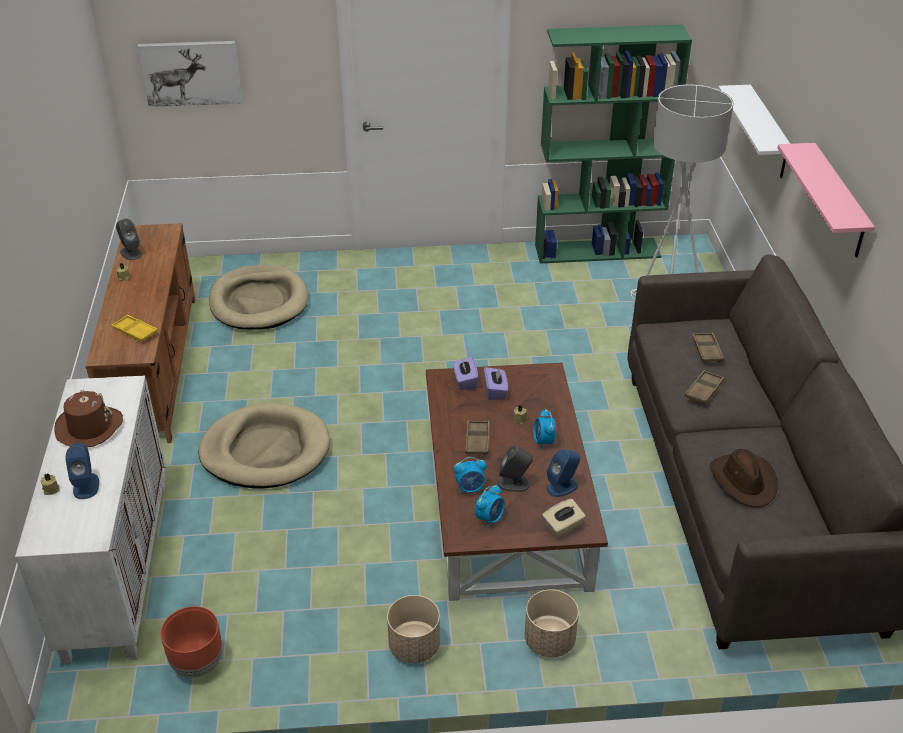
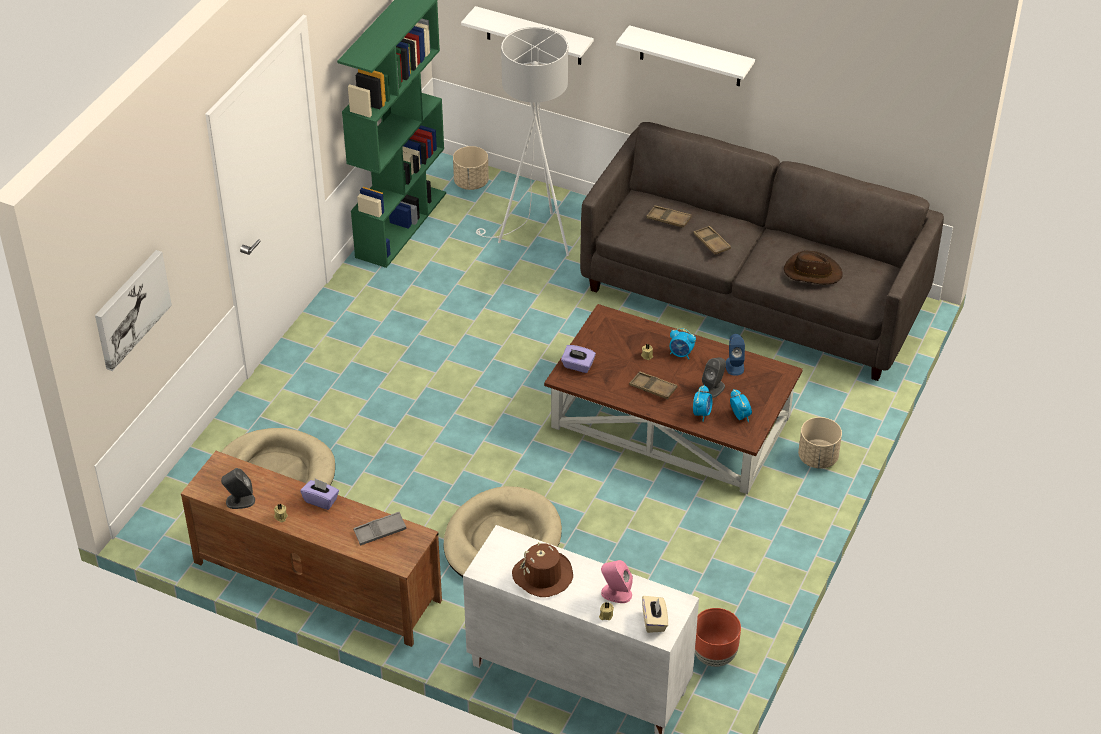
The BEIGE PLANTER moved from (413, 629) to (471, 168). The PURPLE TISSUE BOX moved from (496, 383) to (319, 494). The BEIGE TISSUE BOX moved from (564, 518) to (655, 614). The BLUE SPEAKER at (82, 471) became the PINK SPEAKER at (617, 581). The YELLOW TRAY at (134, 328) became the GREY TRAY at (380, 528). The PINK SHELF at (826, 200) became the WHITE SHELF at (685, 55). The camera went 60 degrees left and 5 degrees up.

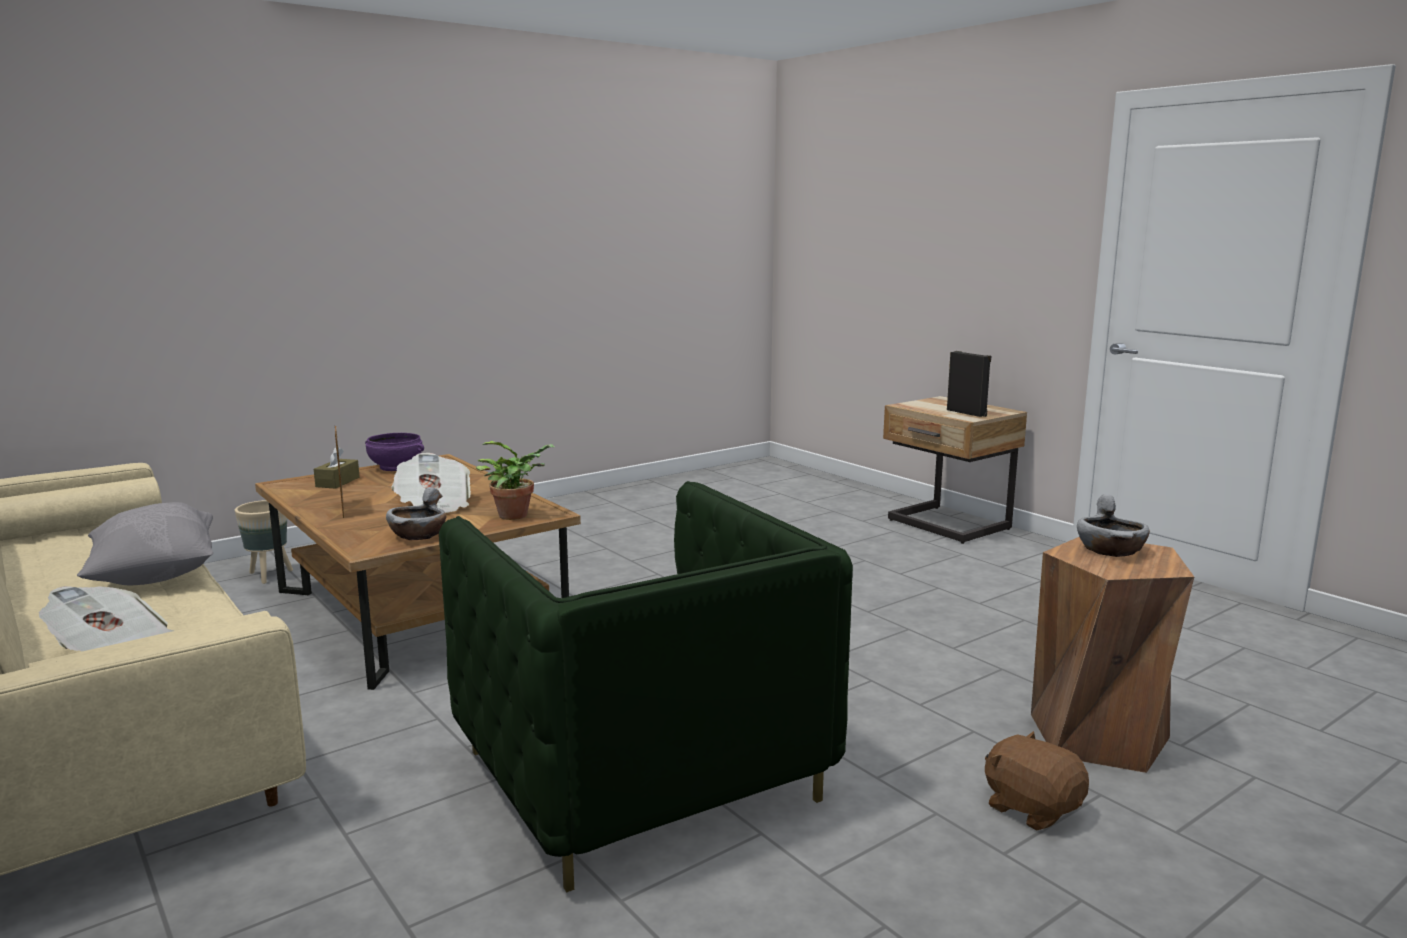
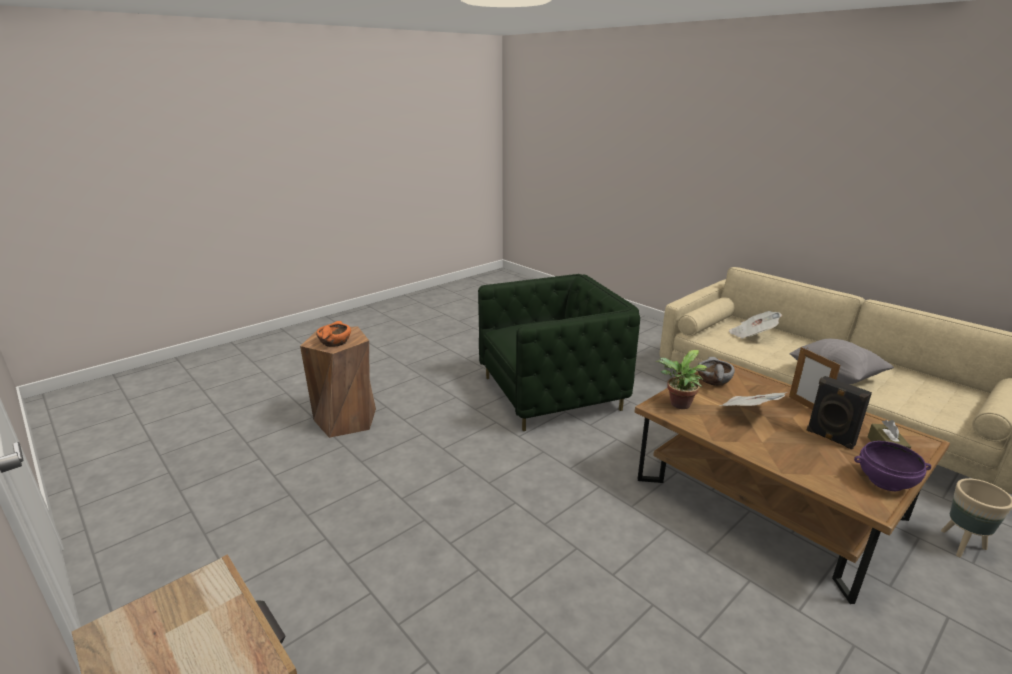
The BROWN PLUSH TOY at (1037, 781) disappeared. The BLACK SPEAKER moved from (969, 384) to (839, 413). The GREY BOWL at (1113, 525) became the ORANGE BOWL at (333, 334). The GREEN ARMCHAIR at (646, 687) turned 105 degrees clockwise. The camera went 175 degrees right and 10 degrees up.

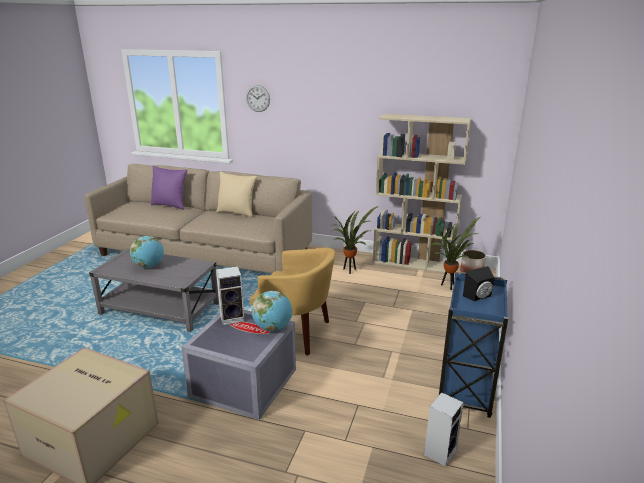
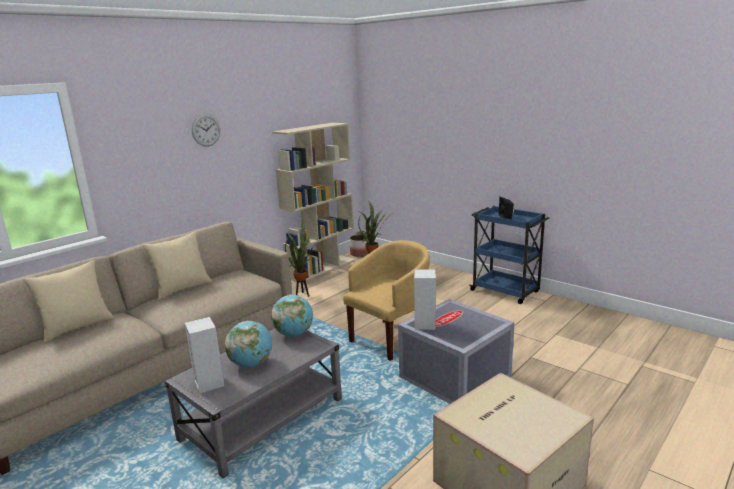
The WALL CLOCK moved from (258, 98) to (206, 130). The GLOBE moved from (272, 311) to (292, 316). The SPEAKER moved from (444, 429) to (205, 355). The PURPLE PILLOW at (169, 188) became the BEIGE PILLOW at (68, 301). The camera went 65 degrees left and 5 degrees down.

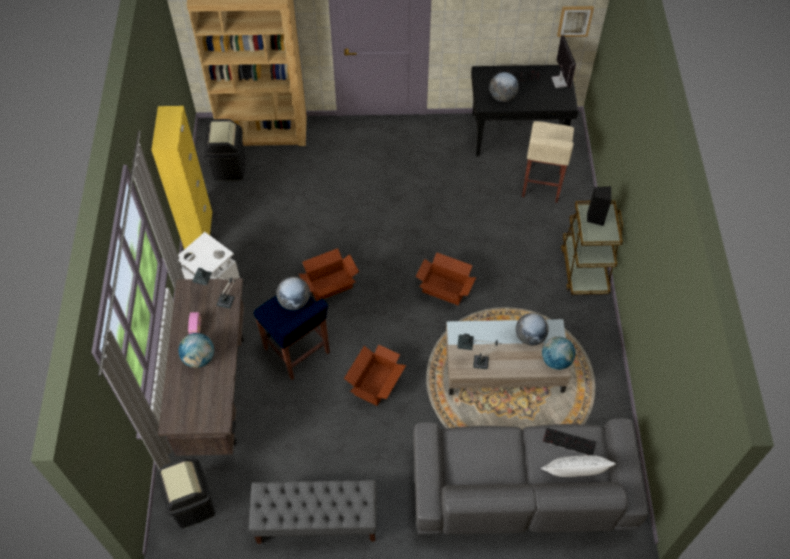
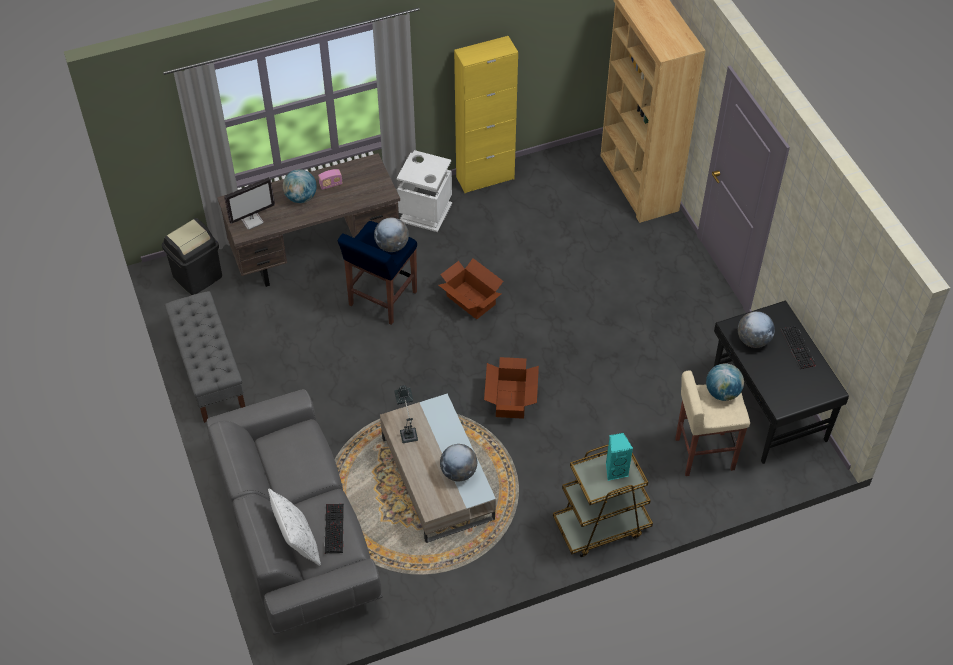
The TABLE LAMP at (213, 288) disappeared. The BLACK TRASH CAN at (224, 150) disappeared. The CARDBOARD BOX at (375, 375) disappeared. The PICTURE at (575, 21) disappeared. The GLOBE moved from (559, 353) to (725, 382). The MONITOR moved from (564, 61) to (249, 203). The BLACK SPEAKER at (599, 206) became the TURQUOISE SPEAKER at (619, 457). The camera went 70 degrees right and 5 degrees down.

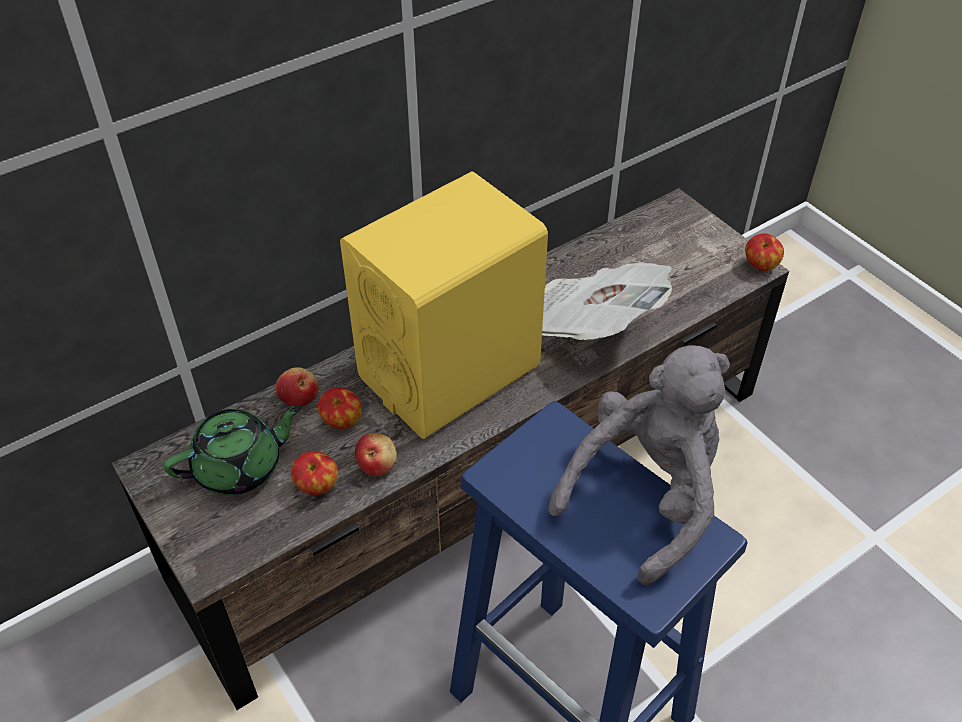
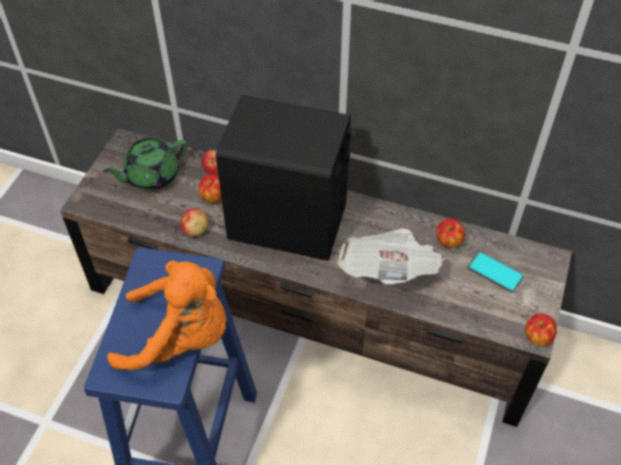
The PHONE at (495, 272) appeared. The APPLE moved from (314, 473) to (450, 233). The YELLOW SPEAKER at (444, 305) became the BLACK SPEAKER at (286, 178). The GREY PLUSH TOY at (639, 465) became the ORANGE PLUSH TOY at (166, 315). The GREEN TEAPOT at (232, 450) turned 120 degrees clockwise. The camera went 55 degrees right and 5 degrees up.

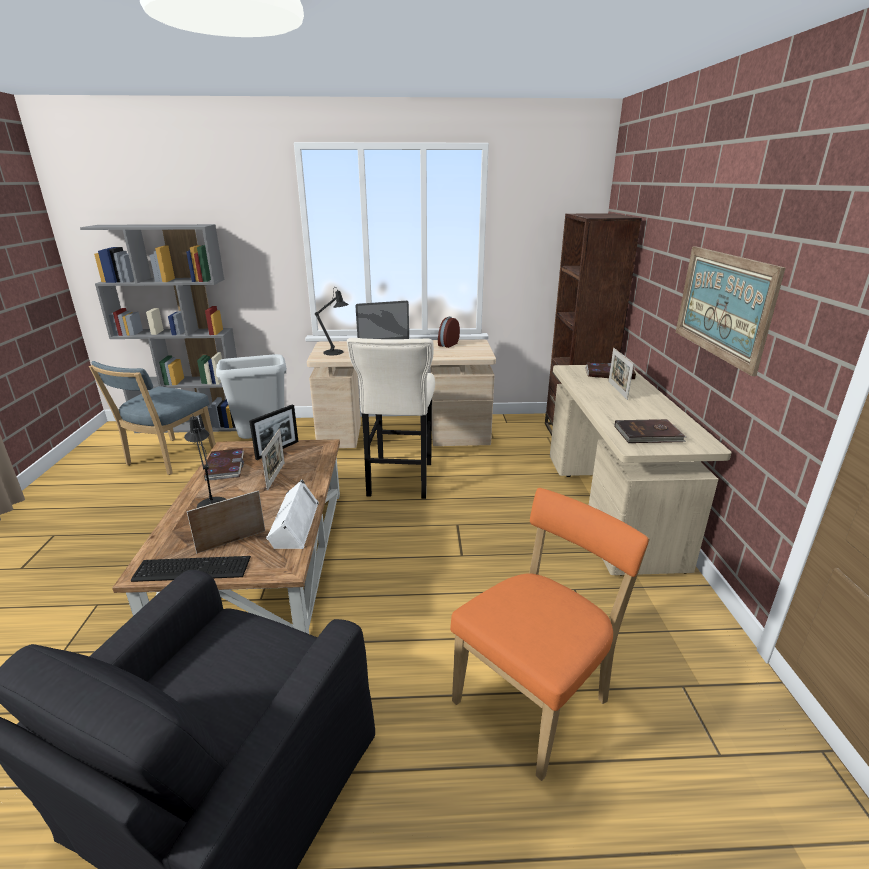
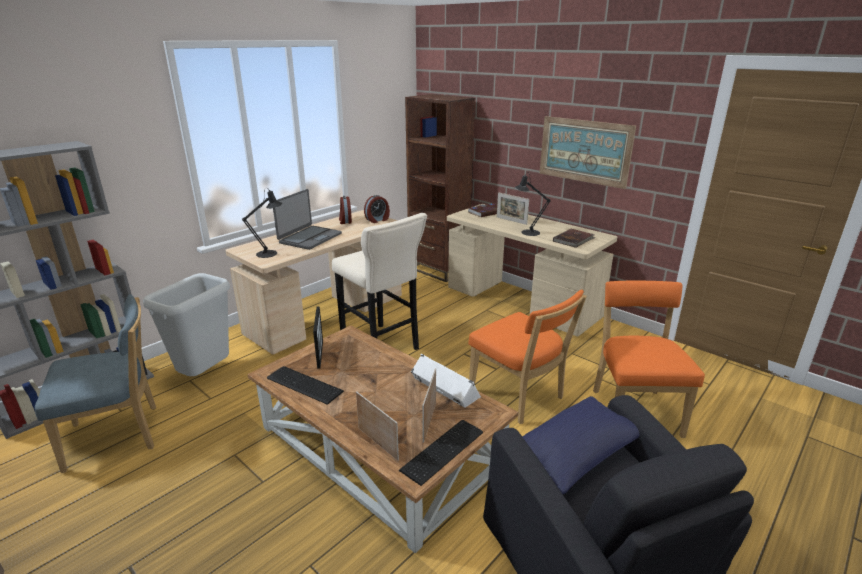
The ALARM CLOCK at (377, 209) appeared. The ORANGE CHAIR at (527, 357) appeared. The BLUE PILLOW at (581, 445) appeared. The BLACK TABLE LAMP moved from (205, 461) to (533, 204). The PICTURE FRAME moved from (273, 459) to (377, 426). The BOOK at (224, 464) was replaced by the KEYBOARD at (305, 385). The BLUE CHAIR at (152, 418) turned 90 degrees counterclockwise. The camera went 45 degrees left and 0 degrees up.

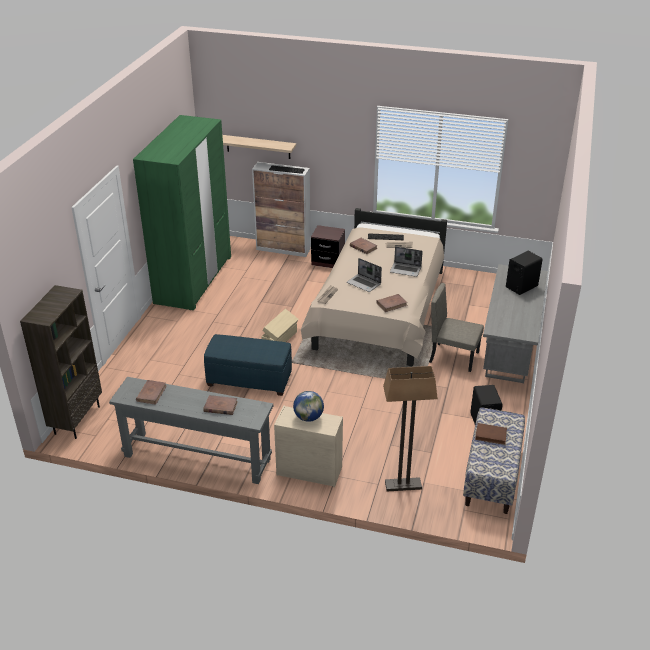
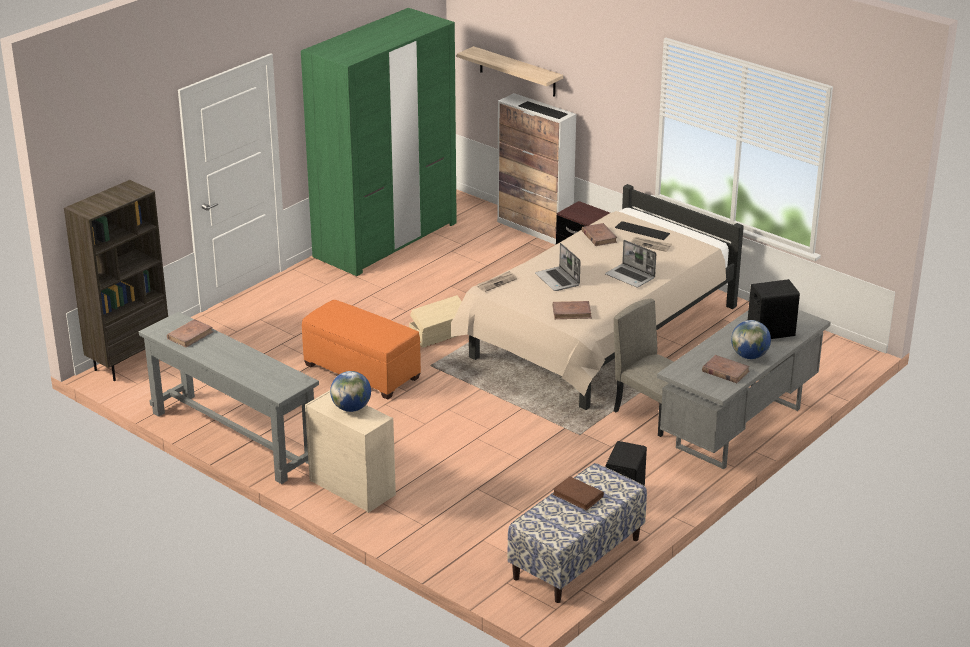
The FLOOR LAMP at (410, 428) disappeared. The GLOBE at (751, 339) appeared. The BROWN BOOK moved from (220, 405) to (726, 369). The BLUE OTTOMAN at (248, 365) became the ORANGE OTTOMAN at (361, 350). The camera went 25 degrees right and 5 degrees down.

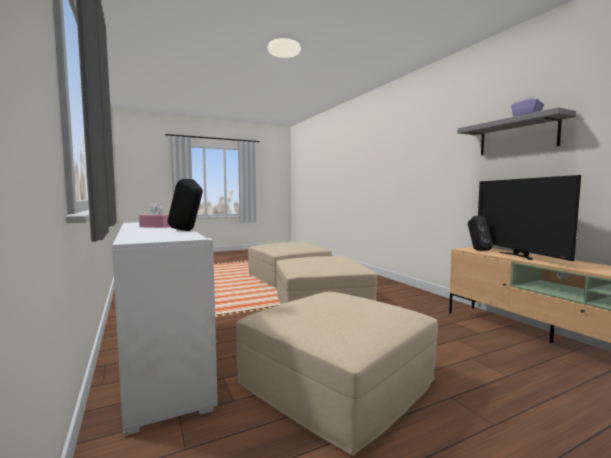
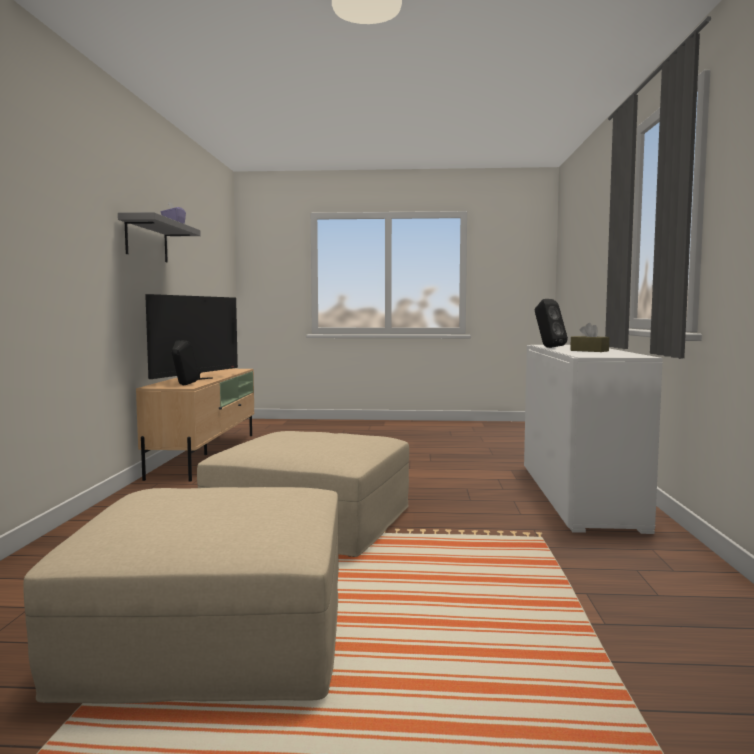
The BEIGE OTTOMAN at (337, 373) disappeared. The PINK TISSUE BOX at (154, 215) became the BROWN TISSUE BOX at (589, 337). The camera went 150 degrees left and 0 degrees up.

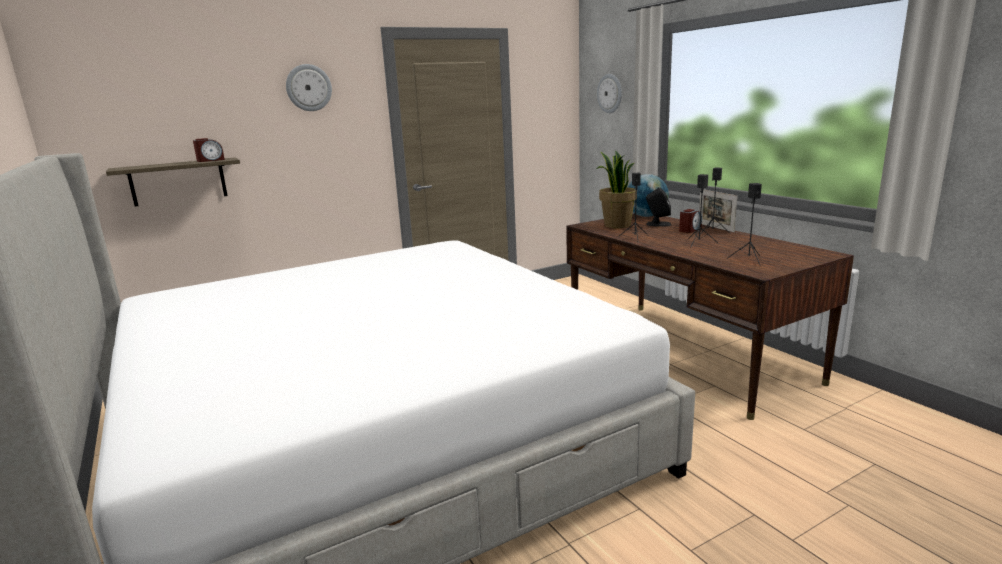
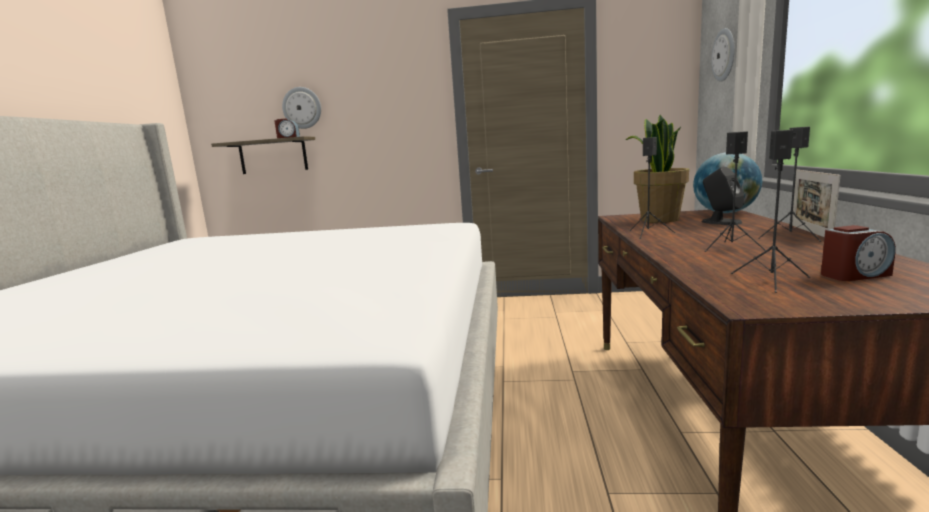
The WALL CLOCK moved from (309, 87) to (301, 108). The ALARM CLOCK moved from (690, 221) to (858, 253). The camera went 35 degrees right and 5 degrees down.

